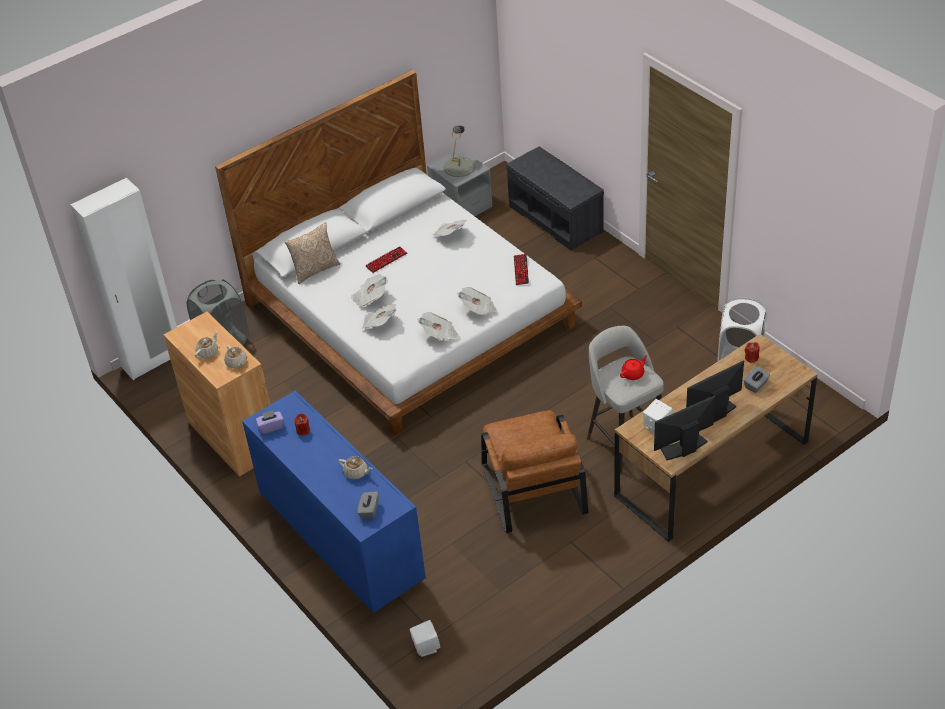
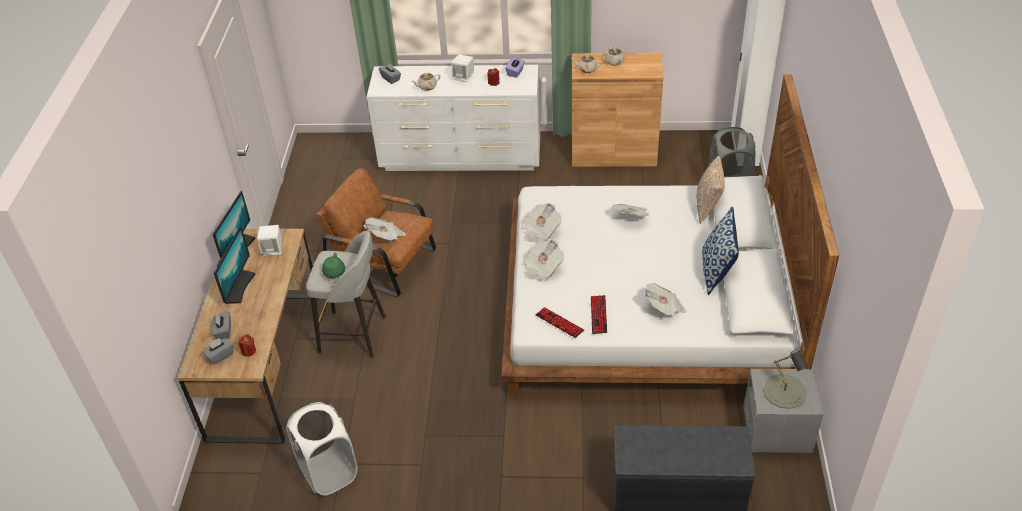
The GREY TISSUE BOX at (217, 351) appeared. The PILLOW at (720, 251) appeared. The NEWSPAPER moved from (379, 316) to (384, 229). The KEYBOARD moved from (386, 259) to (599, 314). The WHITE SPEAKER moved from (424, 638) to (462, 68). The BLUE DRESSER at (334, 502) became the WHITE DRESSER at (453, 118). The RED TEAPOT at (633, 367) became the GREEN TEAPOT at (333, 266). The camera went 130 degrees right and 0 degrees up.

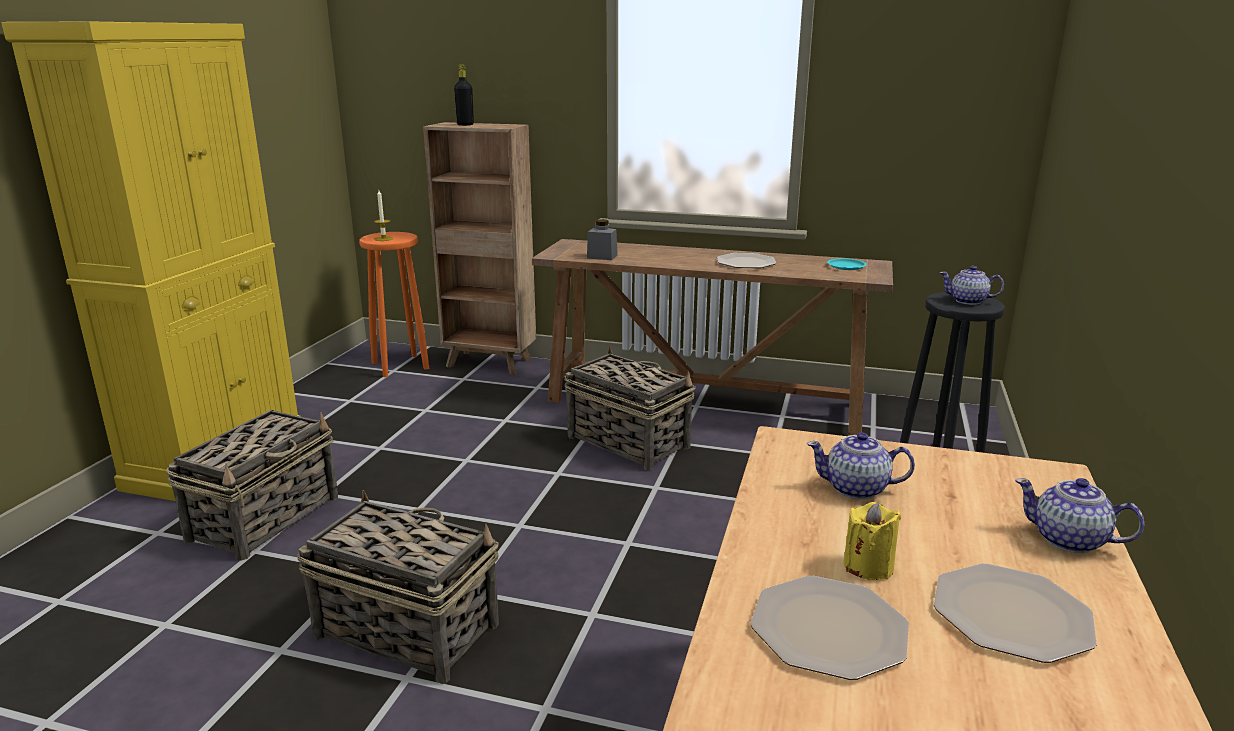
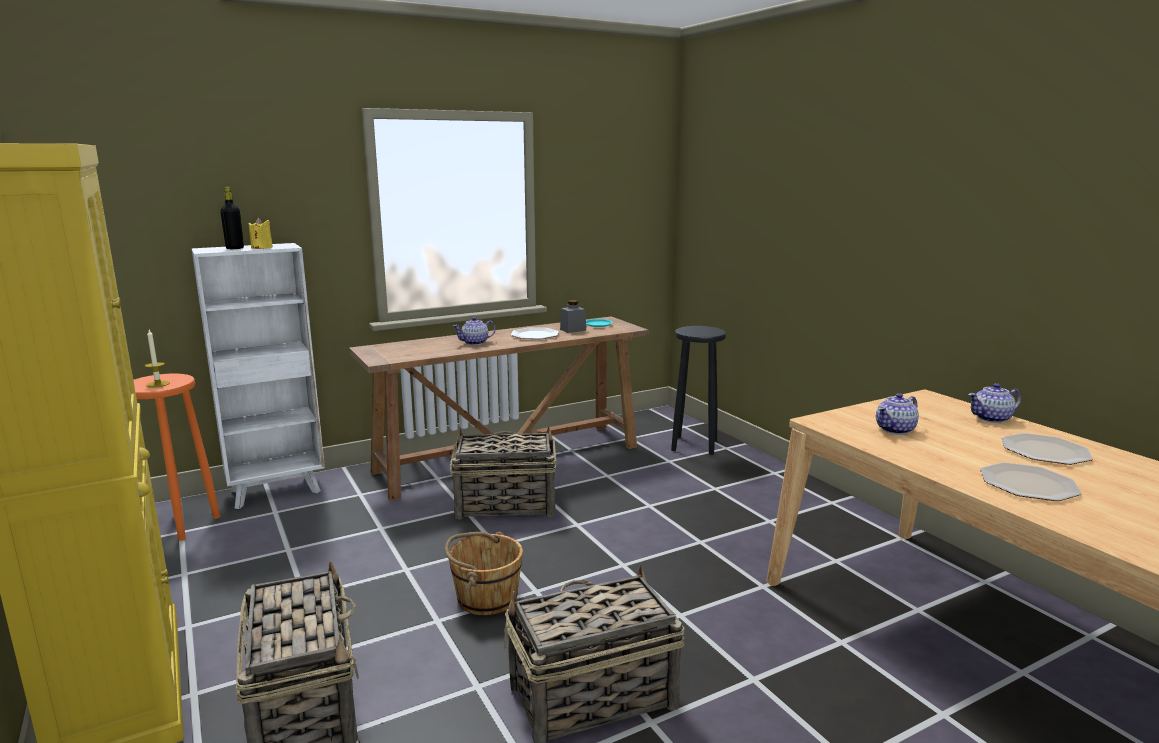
The BROWN BUCKET at (484, 573) appeared. The GREY JAR moved from (602, 239) to (573, 316). The YELLOW CANDLE moved from (872, 541) to (261, 233). The TEAPOT moved from (972, 285) to (474, 331). The BROWN BOOKCASE at (479, 248) became the WHITE BOOKCASE at (258, 376). The camera went 45 degrees left and 5 degrees down.

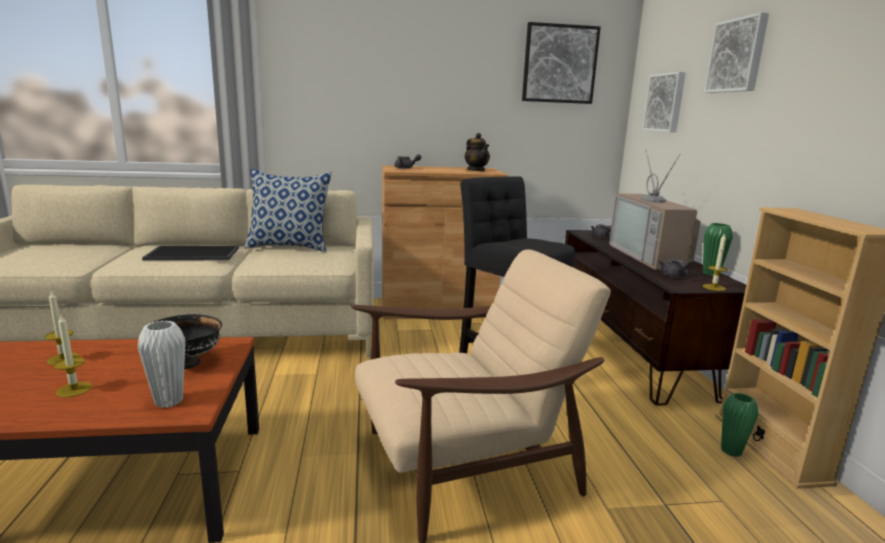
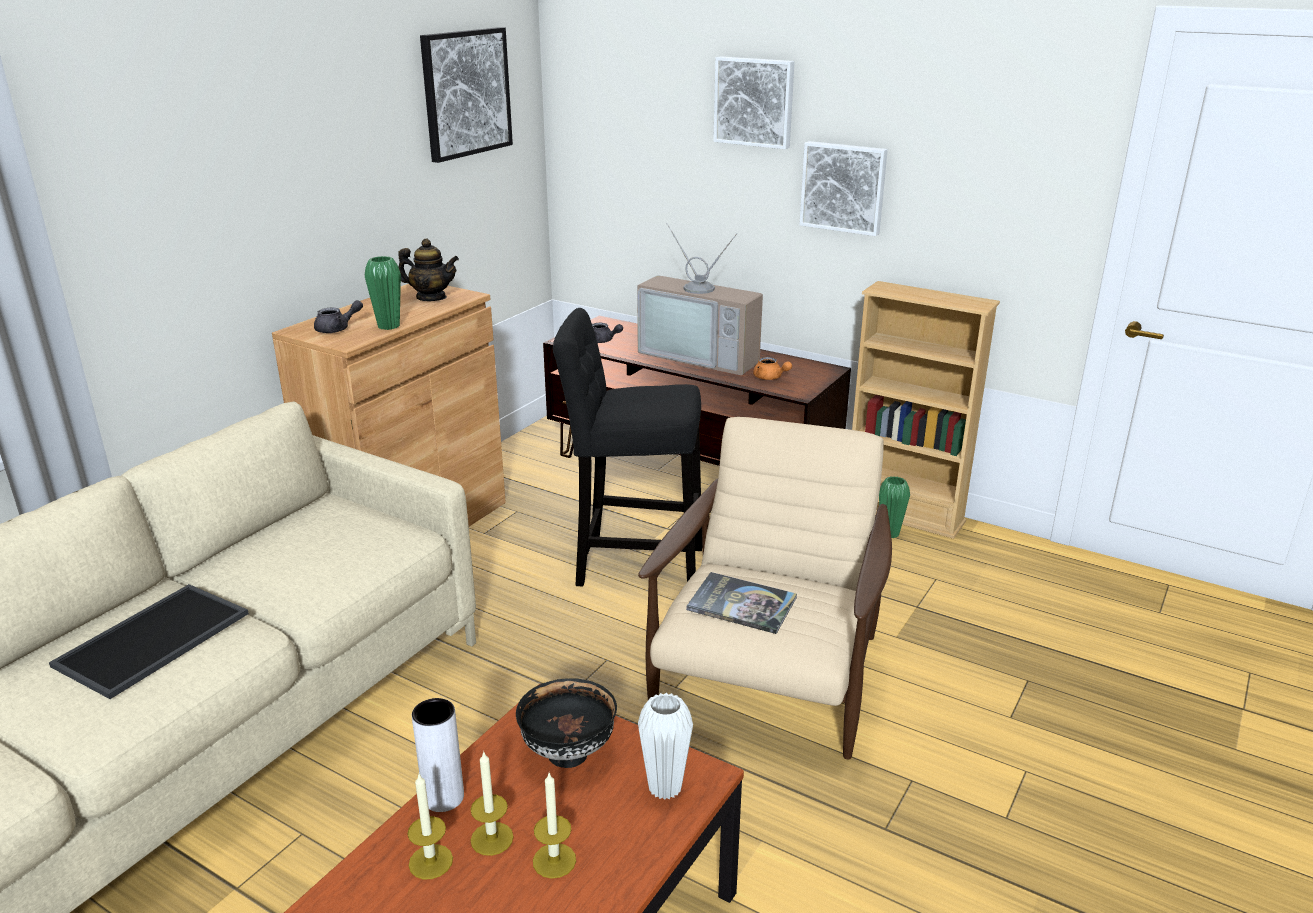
The PILLOW at (288, 210) disappeared. The WHITE VASE at (438, 755) appeared. The BOOK at (741, 603) appeared. The PICTURE moved from (664, 102) to (843, 188). The GREEN VASE moved from (718, 249) to (383, 293). The CANDLE moved from (715, 262) to (492, 803). The GREY TEAPOT at (673, 268) became the ORANGE TEAPOT at (772, 368). The camera went 50 degrees left and 10 degrees up.

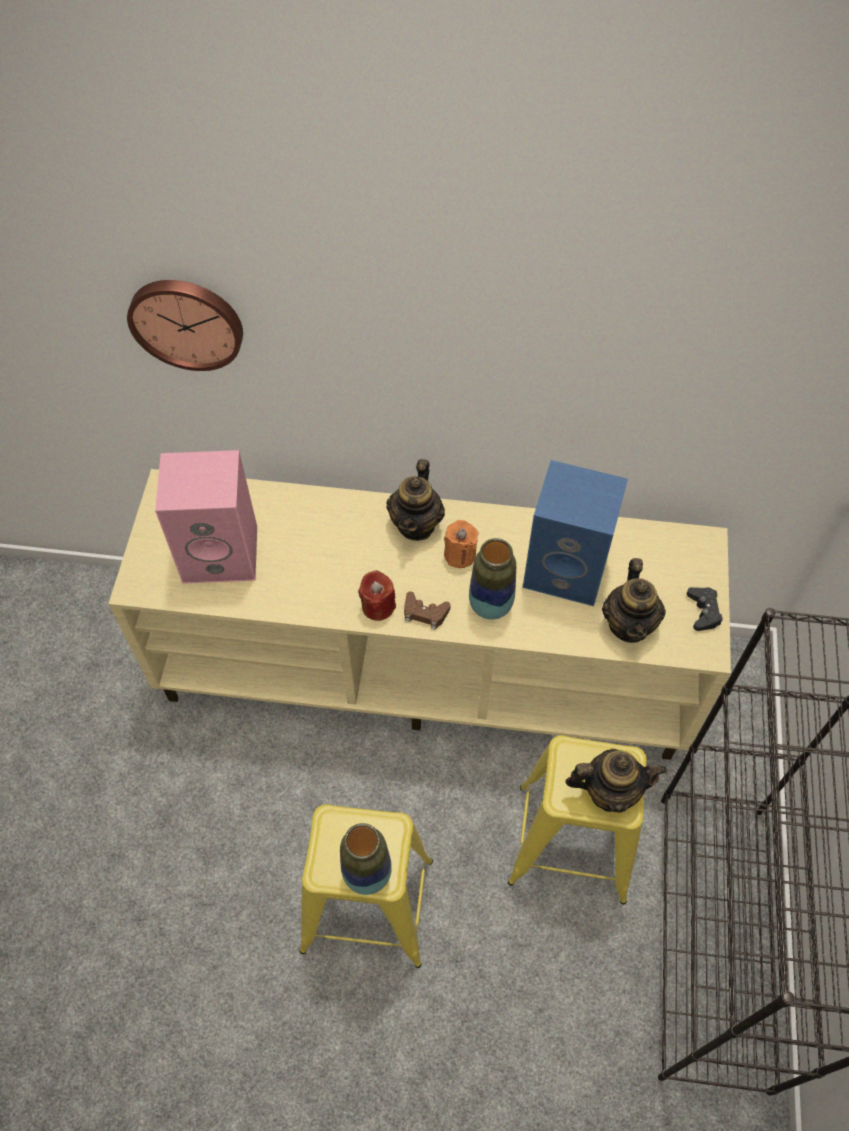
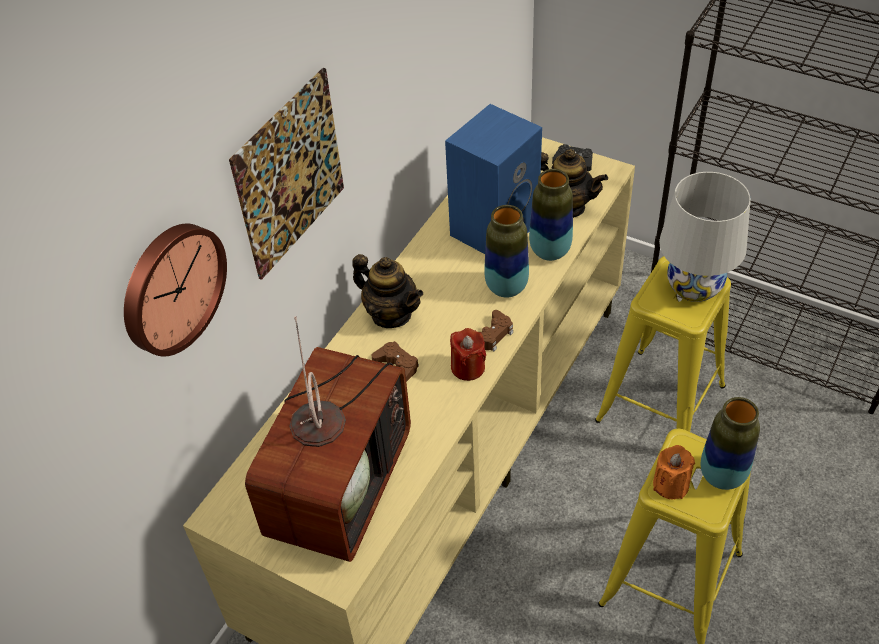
The PICTURE at (286, 174) appeared. The BROWN GAME CONTROLLER at (395, 361) appeared. The VASE at (551, 215) appeared. The ORANGE CANDLE moved from (461, 544) to (674, 472). The PINK SPEAKER at (206, 516) was replaced by the TELEVISION at (328, 439). The TEAPOT at (616, 781) was replaced by the WHITE TABLE LAMP at (705, 237). The camera went 65 degrees left and 10 degrees down.

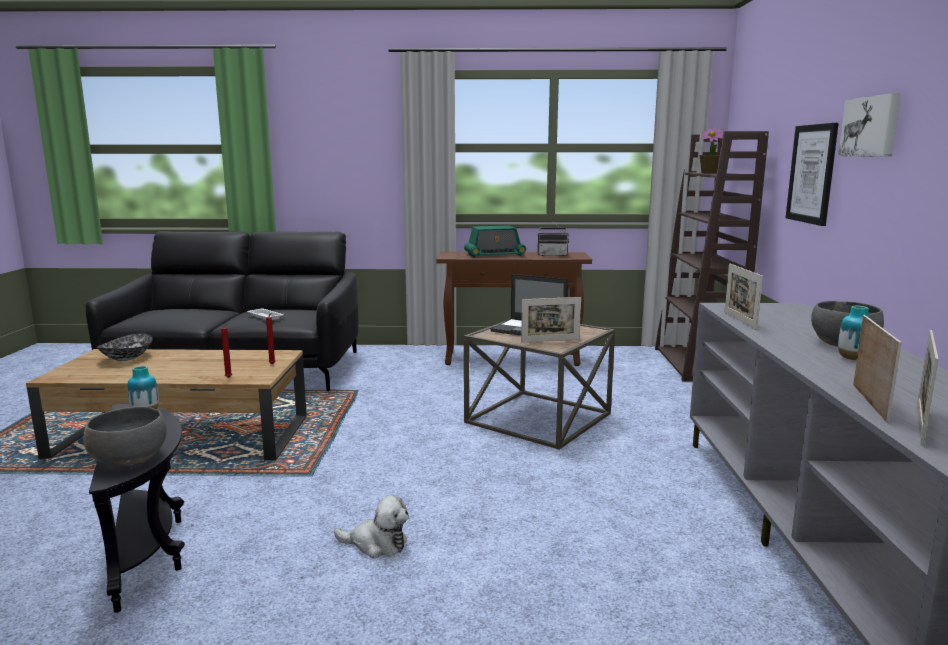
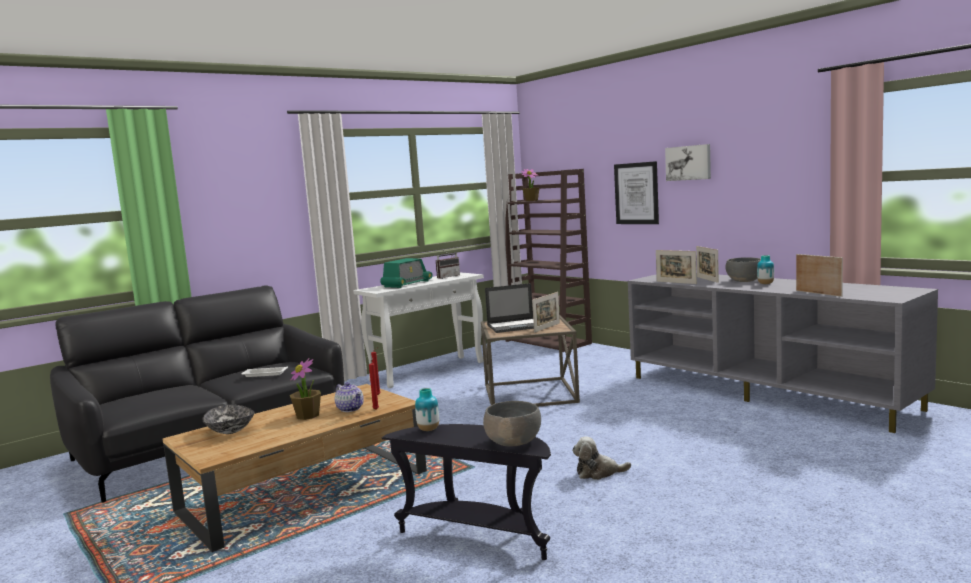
The POTTED PLANT at (305, 389) appeared. The TEAPOT at (349, 397) appeared. The PICTURE FRAME moved from (928, 388) to (707, 264). The BROWN CONSOLE TABLE at (514, 309) became the WHITE CONSOLE TABLE at (418, 330). The PLUSH TOY at (371, 526) turned 150 degrees counterclockwise. The camera went 40 degrees left and 5 degrees down.

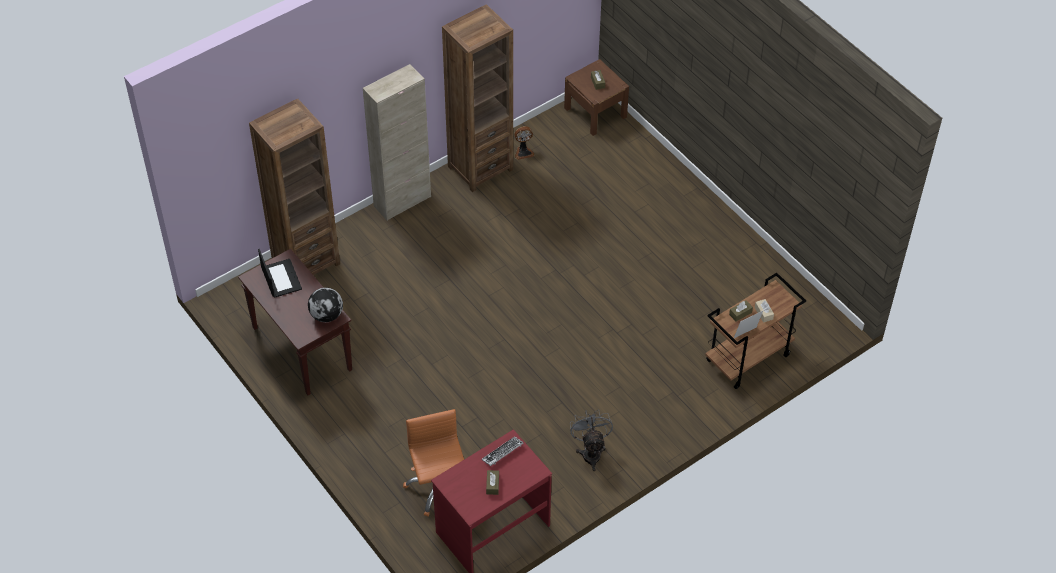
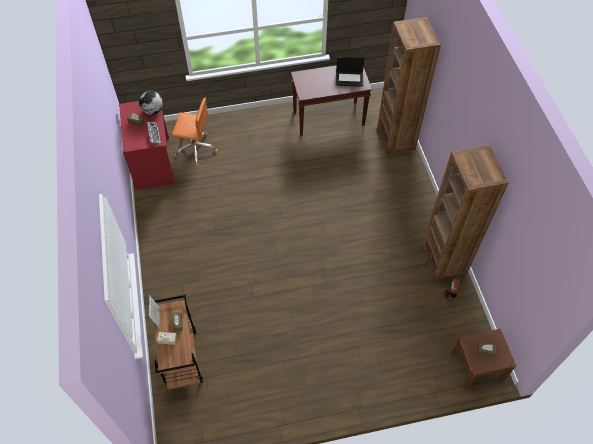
The BEIGE CABINET at (397, 142) disappeared. The GREY FAN at (591, 440) disappeared. The GLOBE moved from (325, 305) to (151, 103). The camera went 115 degrees right and 5 degrees up.

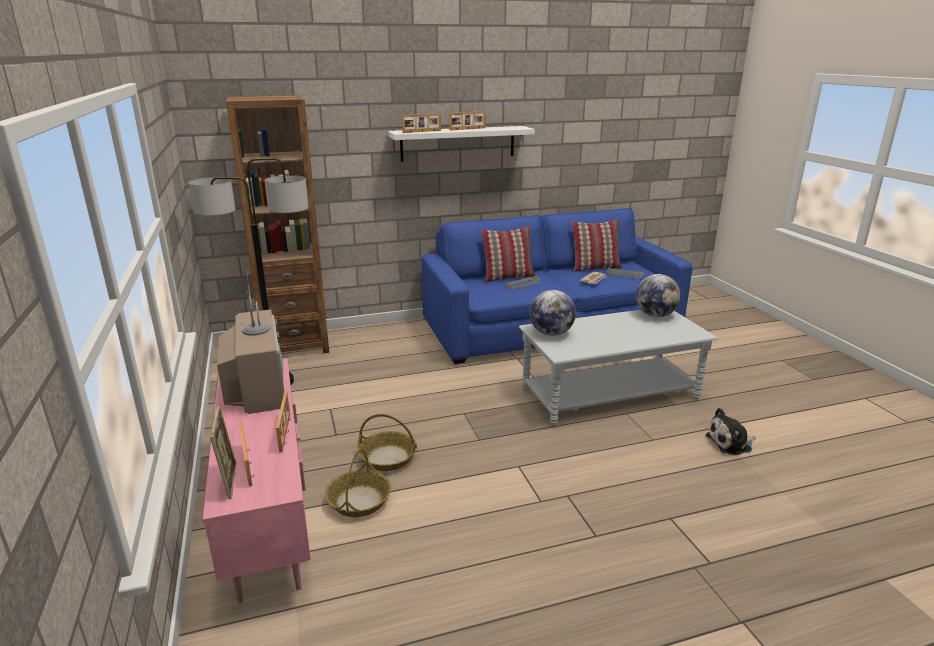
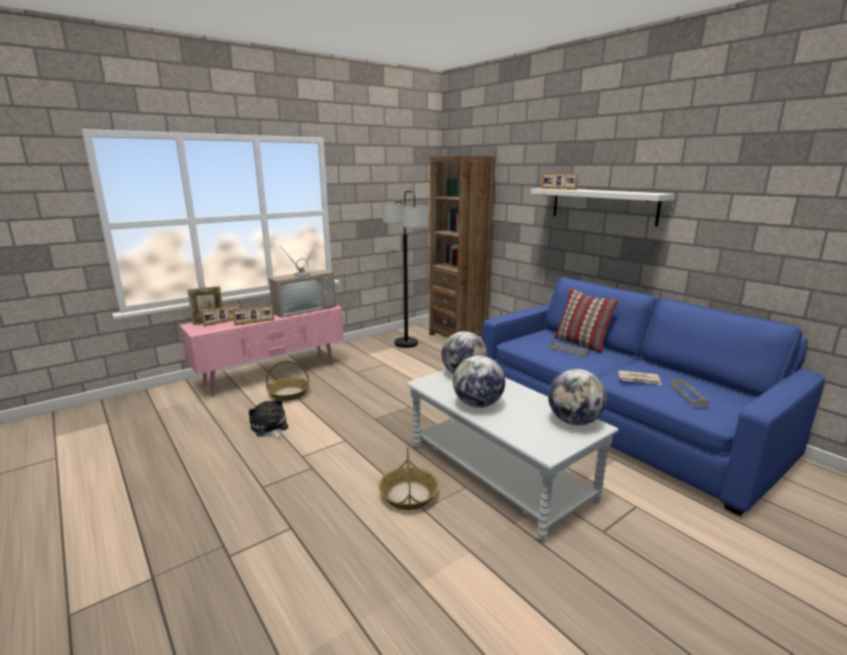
The PICTURE FRAME at (467, 120) disappeared. The PILLOW at (597, 245) disappeared. The GLOBE at (479, 381) appeared. The BASKET moved from (387, 442) to (409, 478). The PLUSH TOY moved from (730, 431) to (268, 418). The camera went 70 degrees right and 5 degrees down.

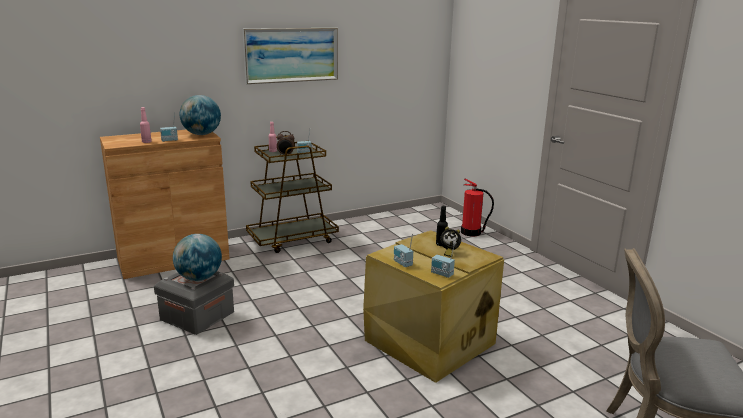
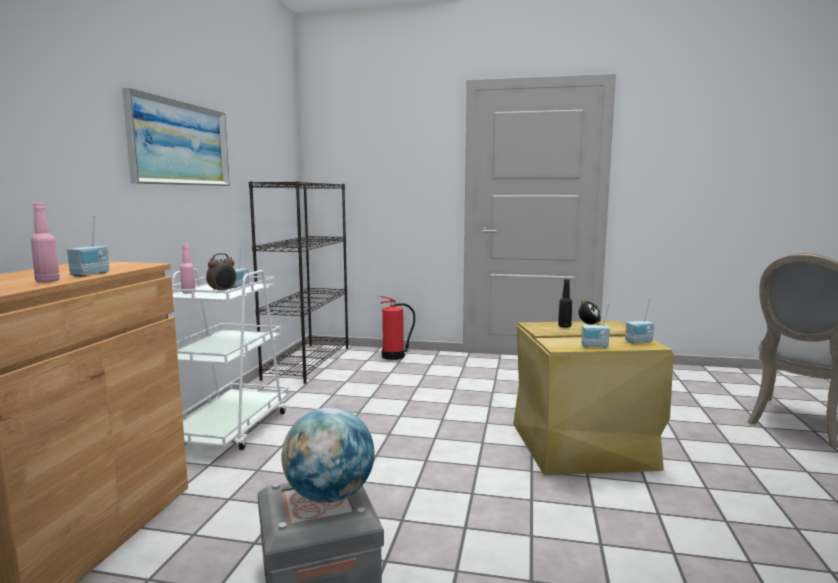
The GLOBE at (200, 115) disappeared. The BLACK BOOKCASE at (299, 282) appeared. The BROWN CART at (292, 194) became the WHITE CART at (229, 359). The camera went 50 degrees left and 10 degrees down.

